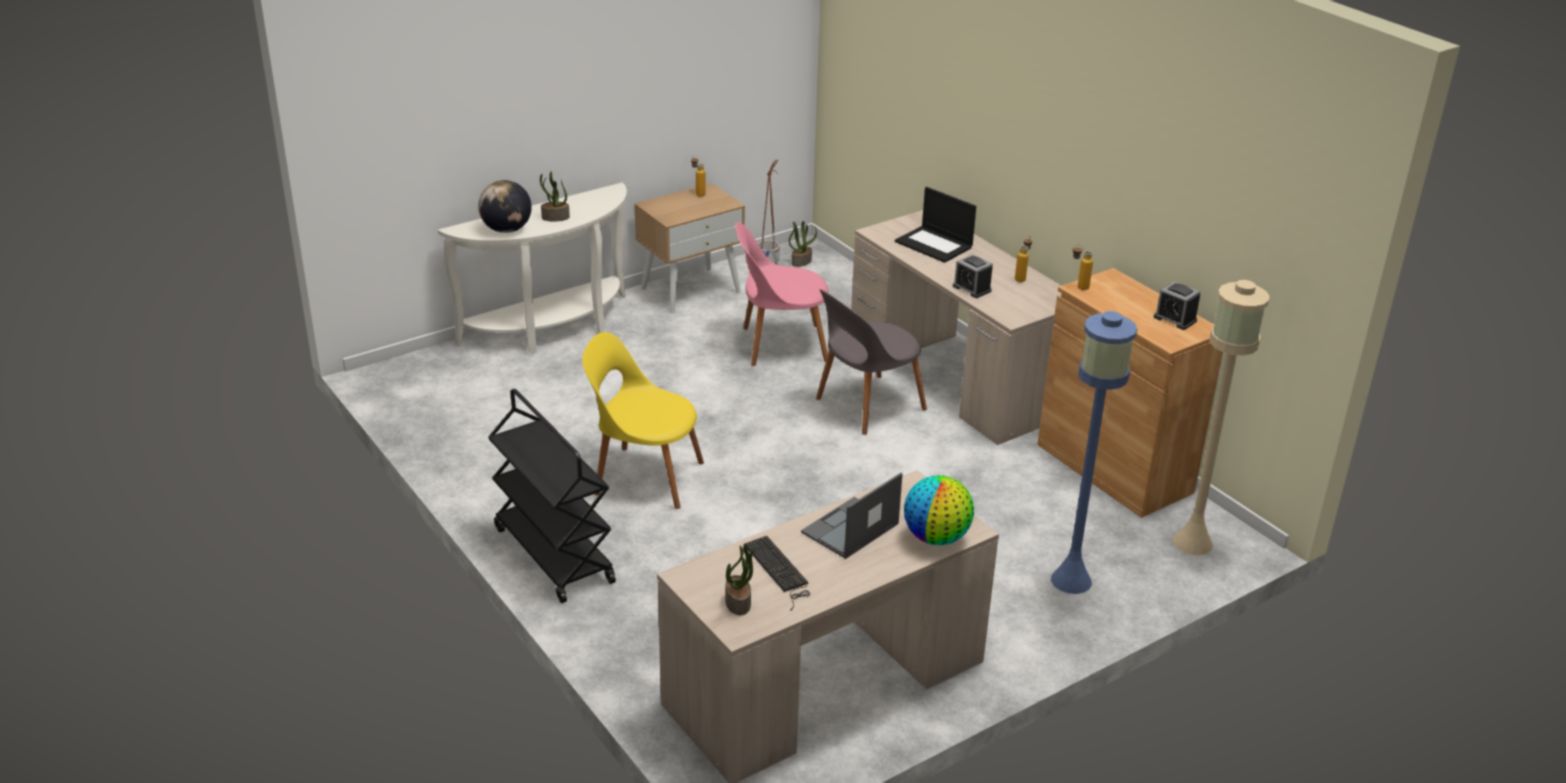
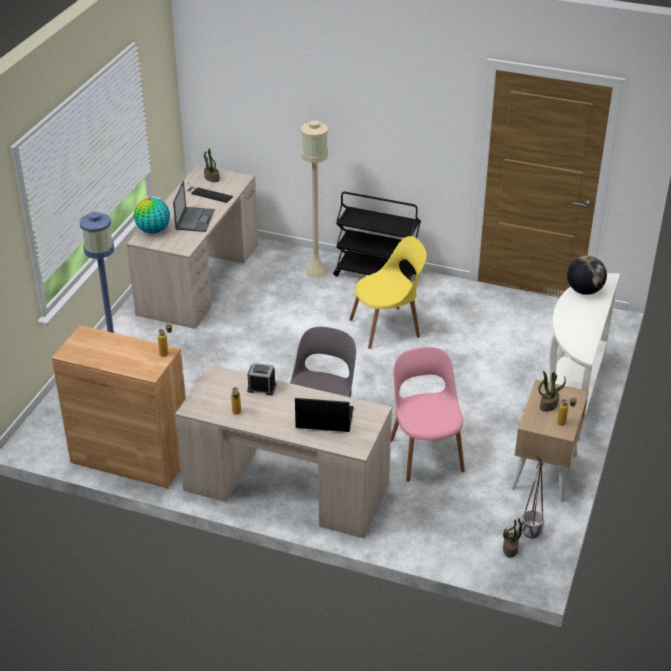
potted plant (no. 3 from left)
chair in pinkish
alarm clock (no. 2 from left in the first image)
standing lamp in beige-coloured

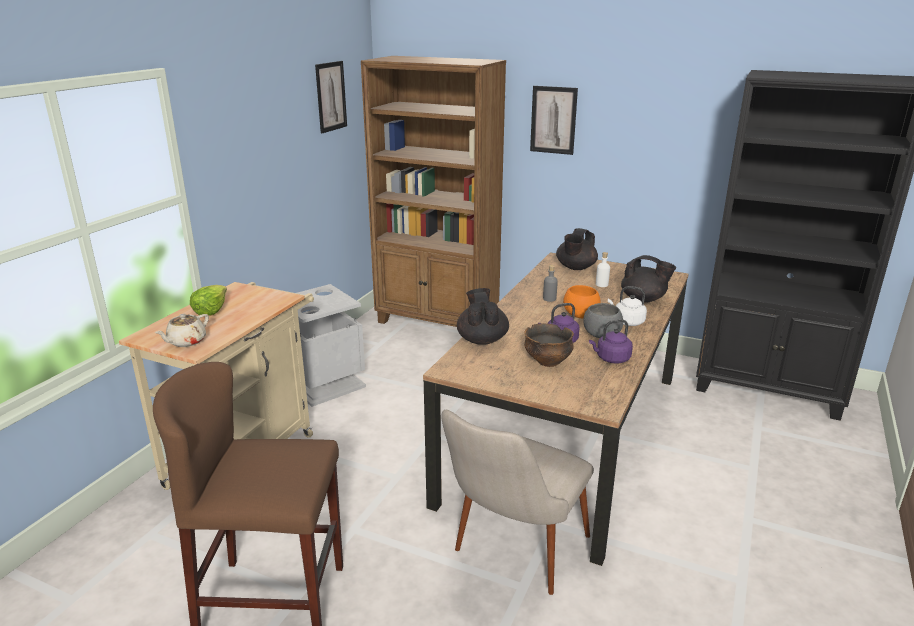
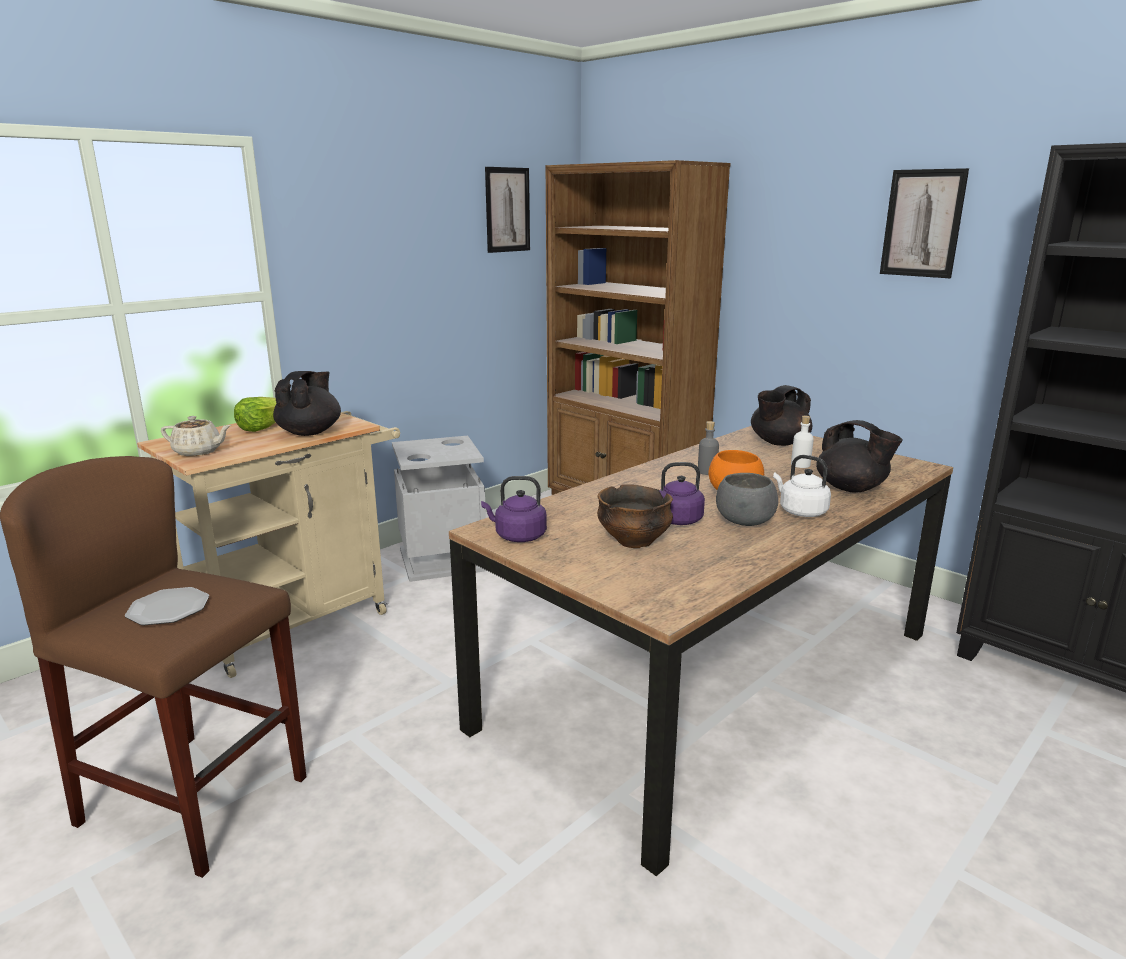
tea pot in beige-coloured
chair in beige-coloured
tea pot in black-coloured (no. 1 from left)
picture (no. 2 from left)
kettle in purple (no. 1 from left)
flat dish

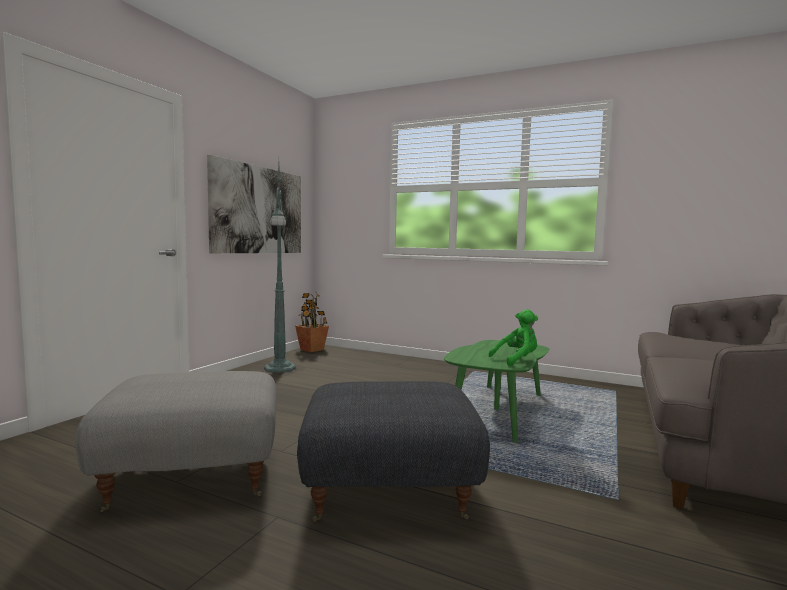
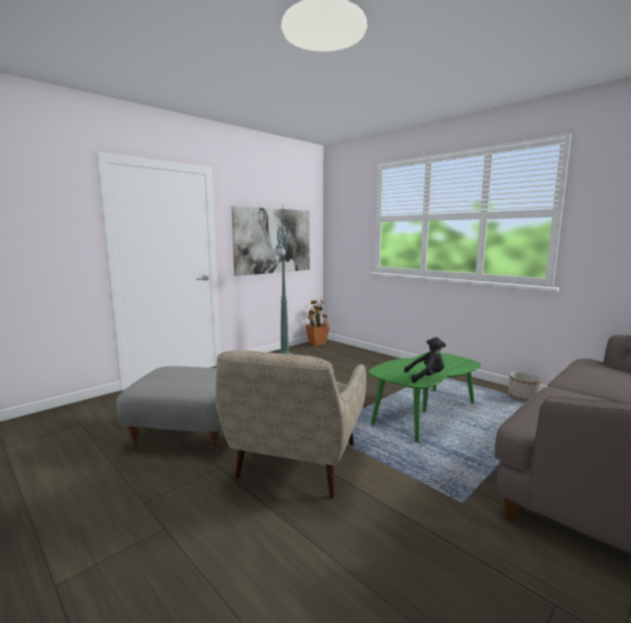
lounge chair in beige-coloured
plush toy in black-coloured
flower pot

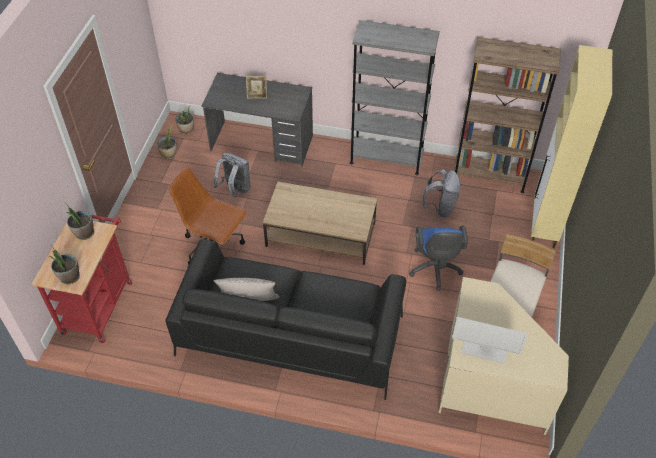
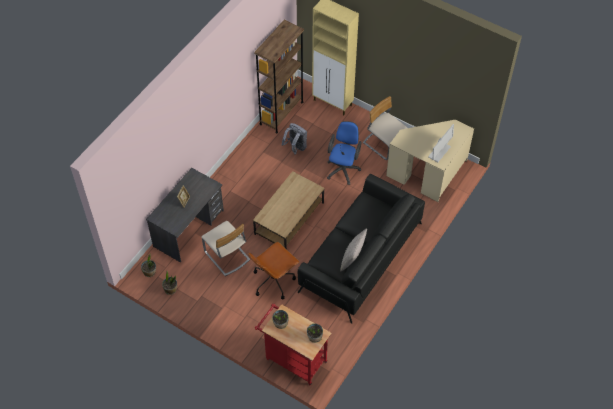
chair in beige-coloured (no. 1 from left)
bookshelf in grey
computer chair in blue

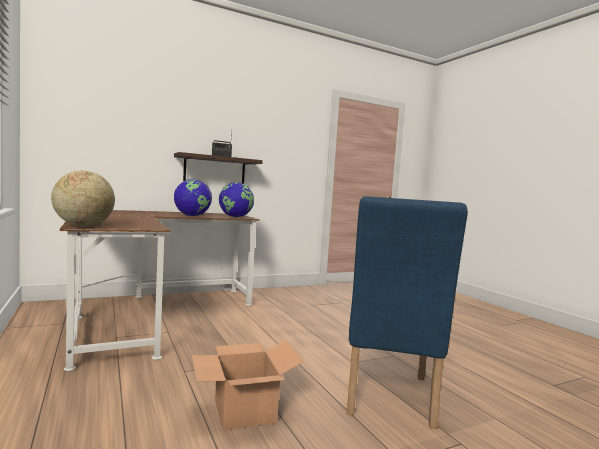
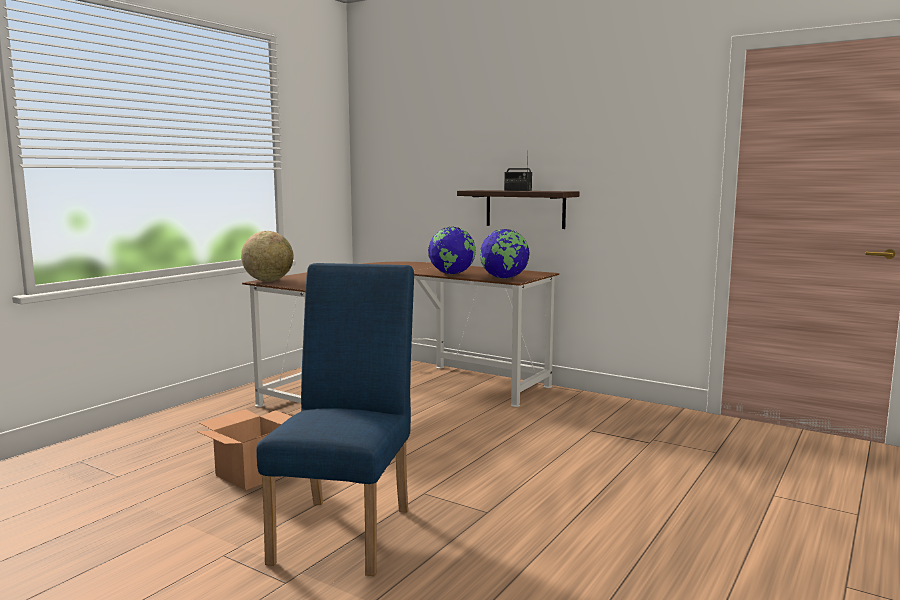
chair in blue

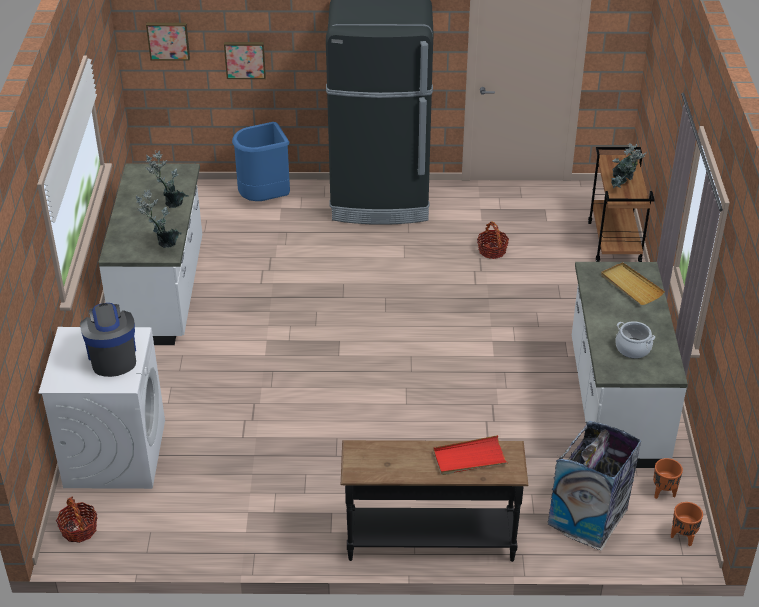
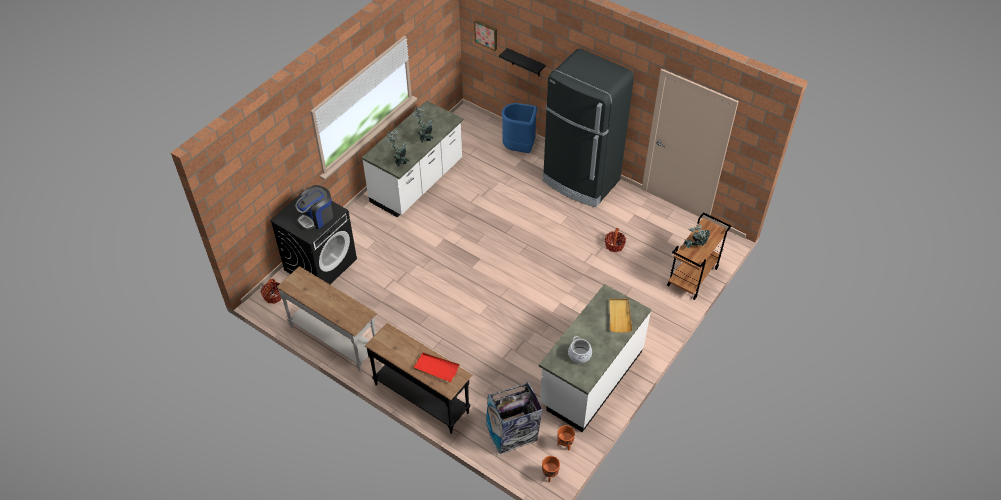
laundry machine in black-coloured
coffee maker
wall shelf in black-coloured
console table in whitish

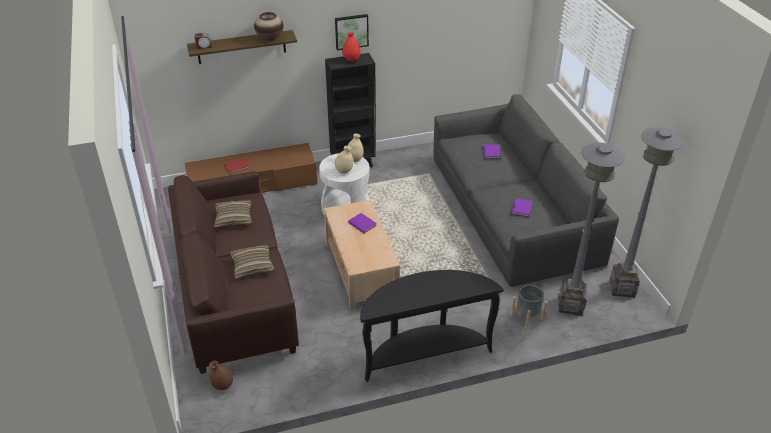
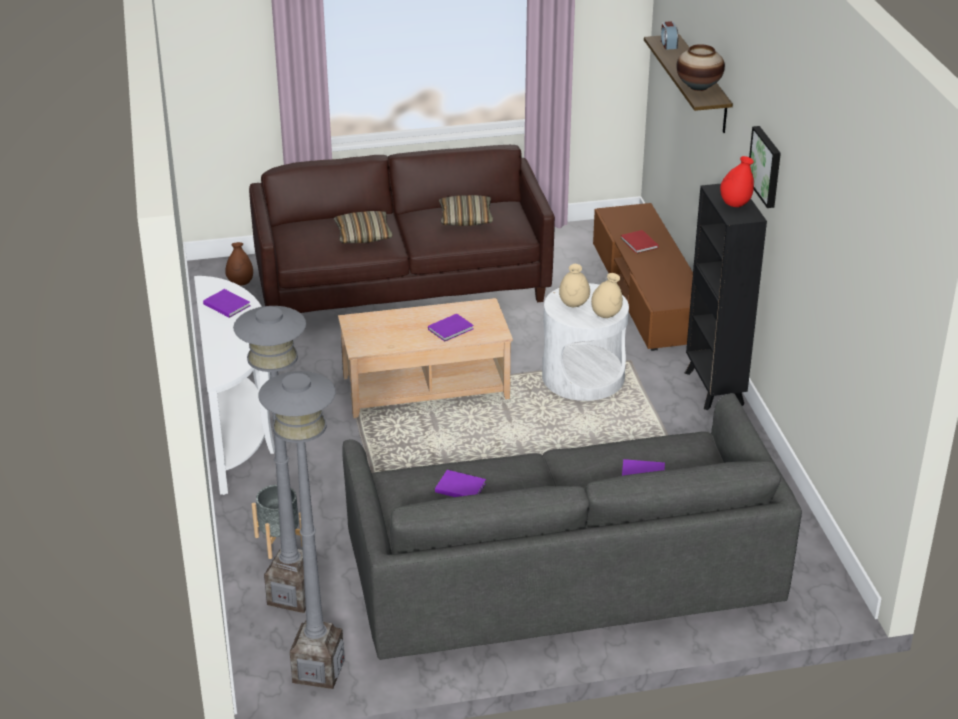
console table in whitish
book in purple (no. 1 from left)

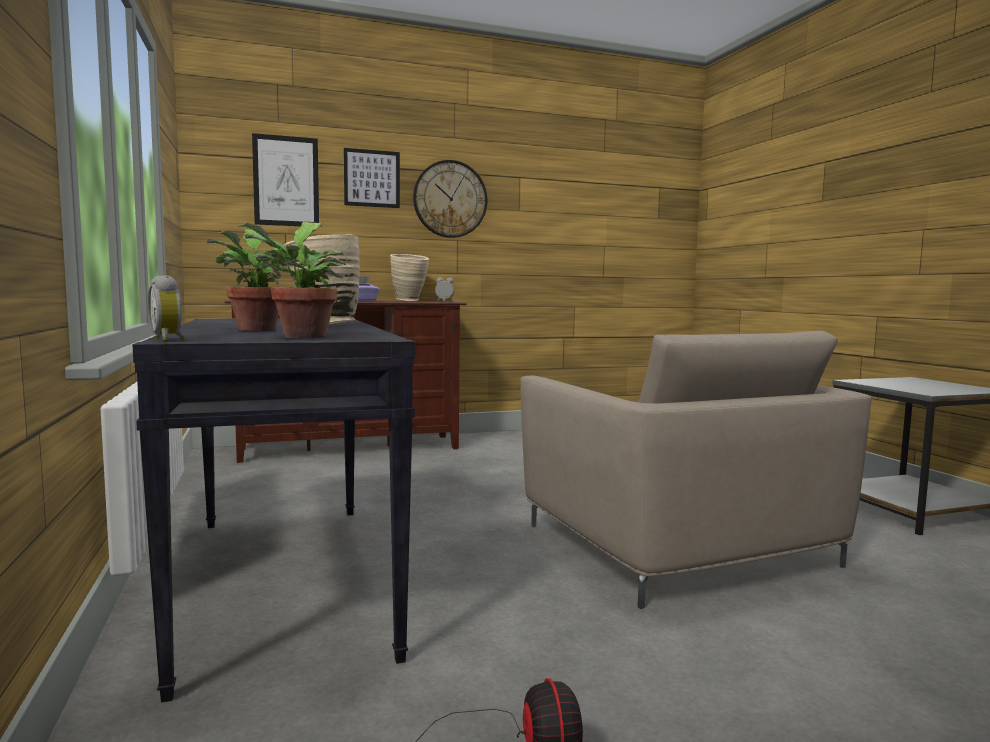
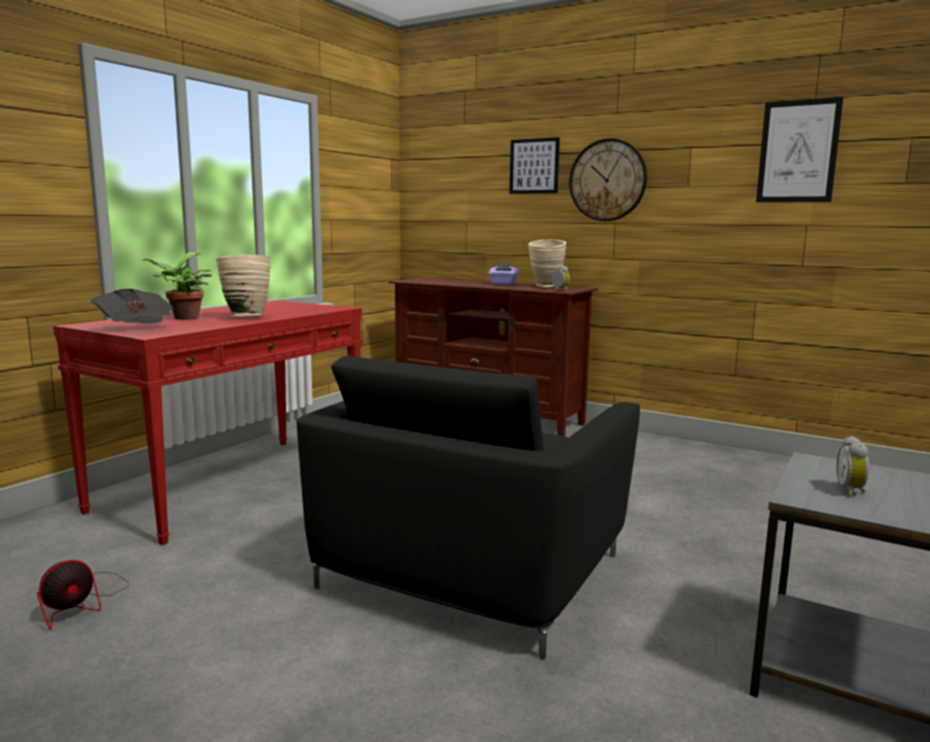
console table in red-coloured
alarm clock (no. 2 from left)
newspaper
picture (no. 2 from left)
lounge chair in black-coloured

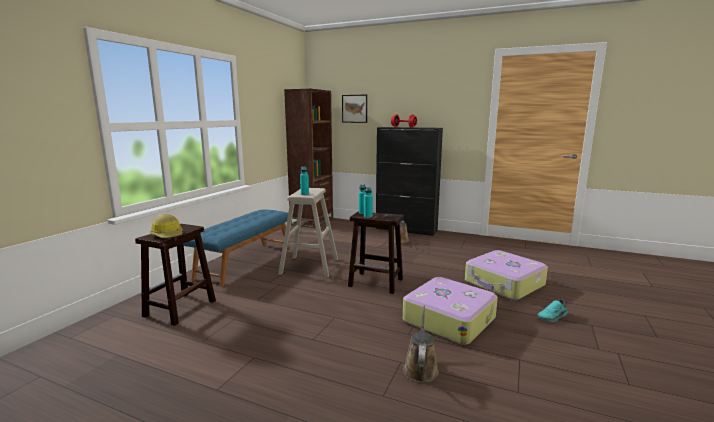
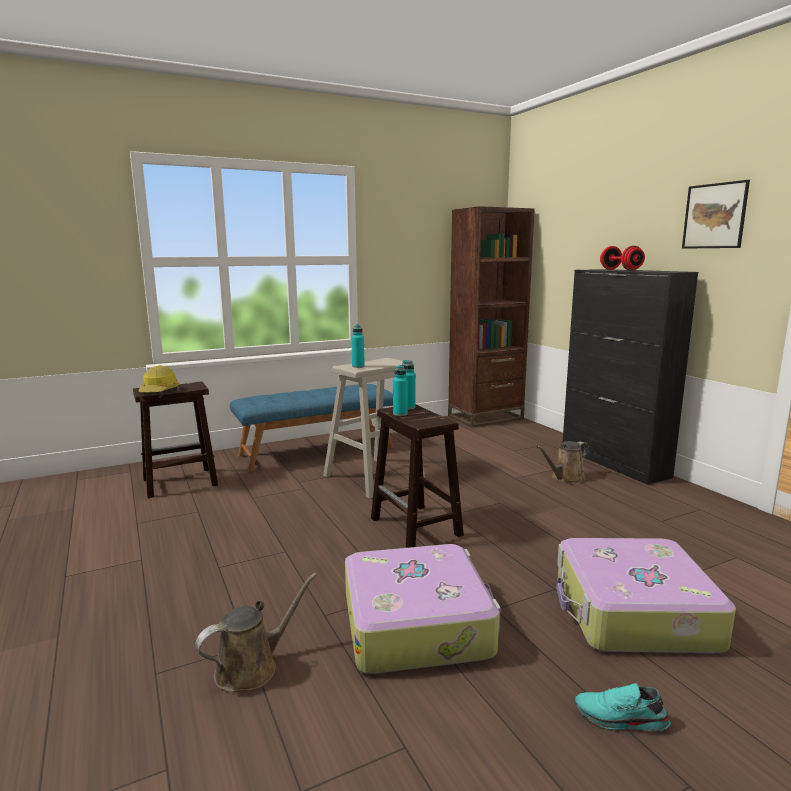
picture

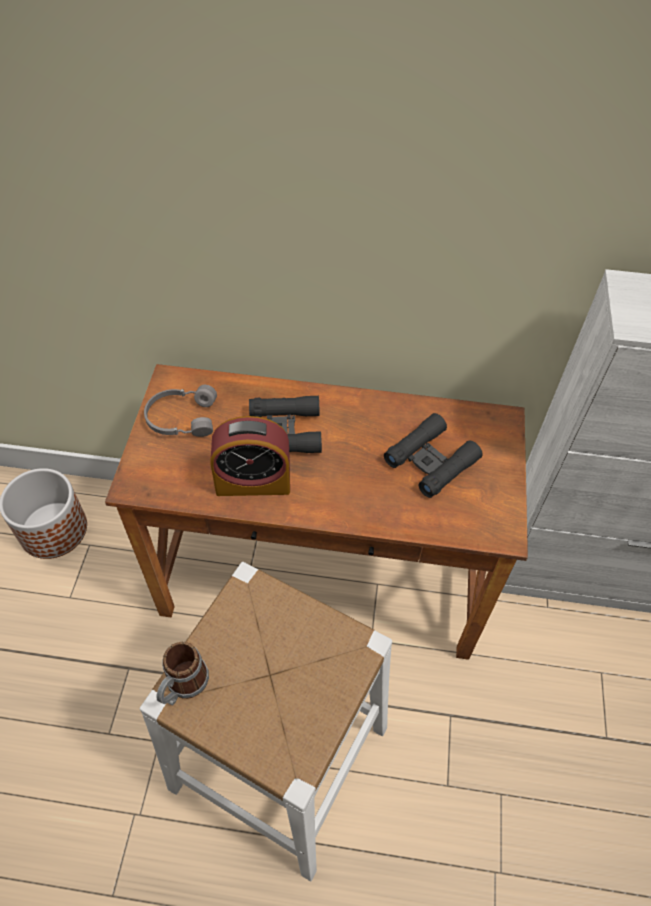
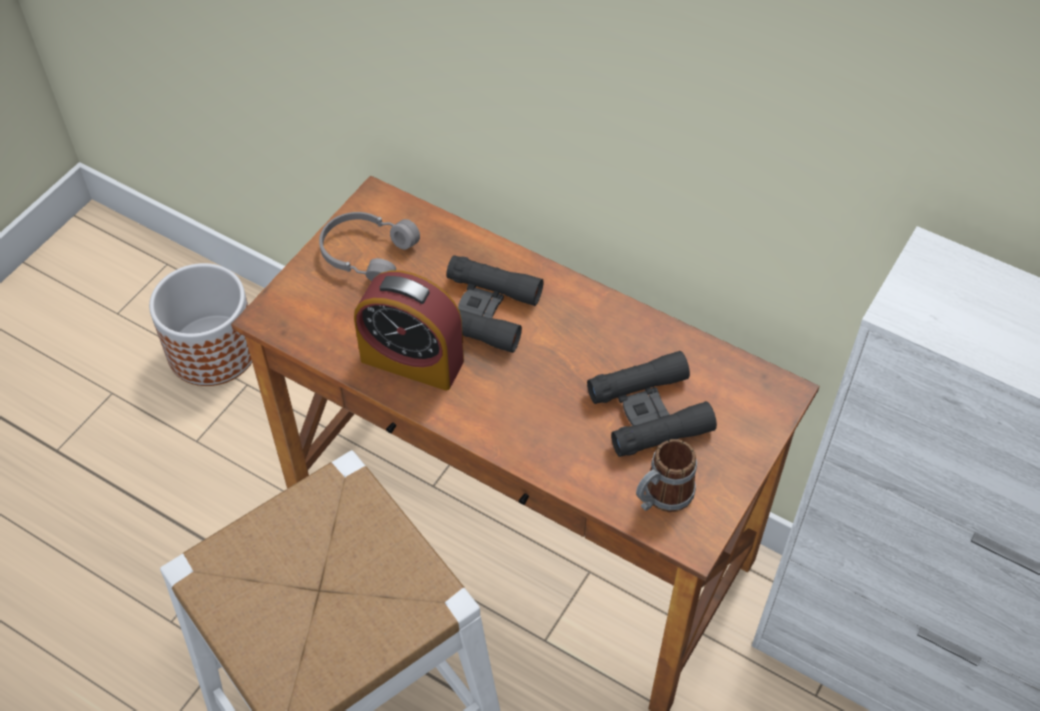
tea mug

